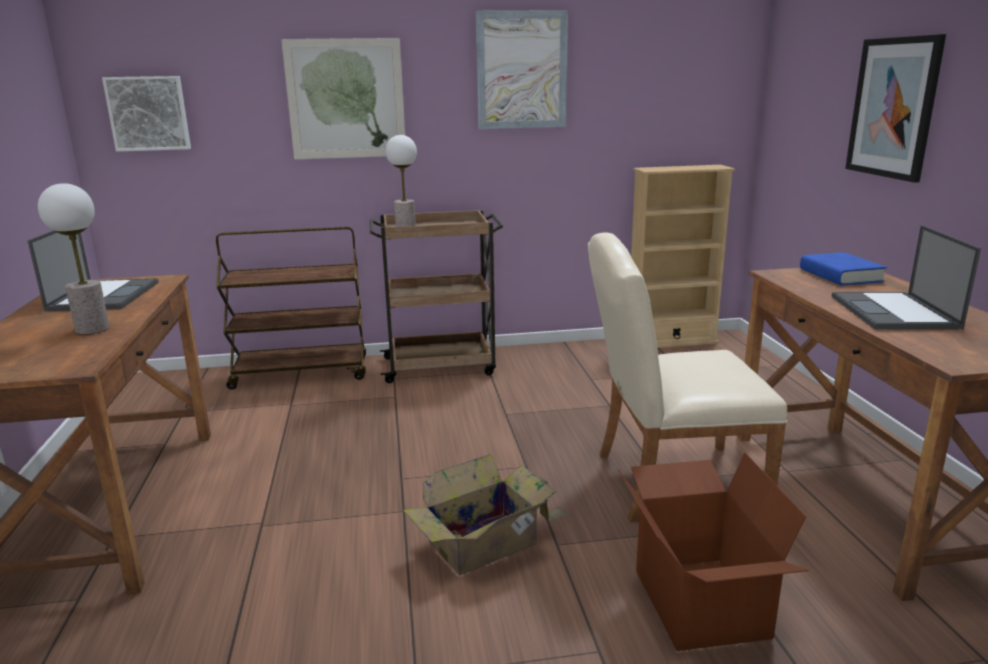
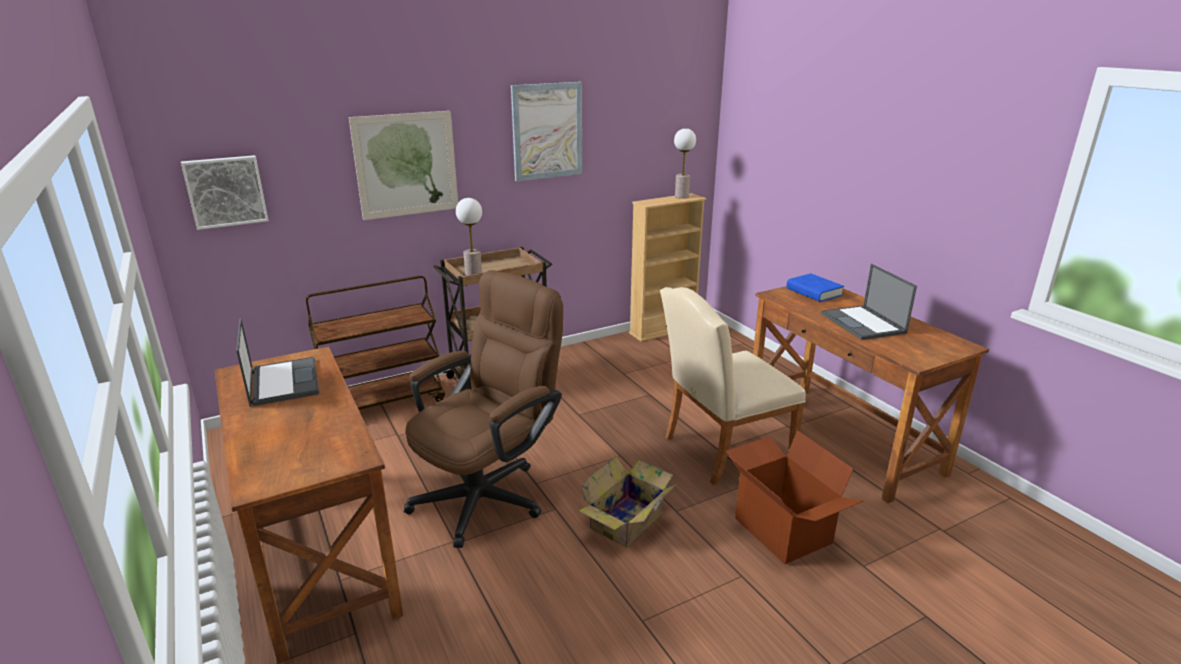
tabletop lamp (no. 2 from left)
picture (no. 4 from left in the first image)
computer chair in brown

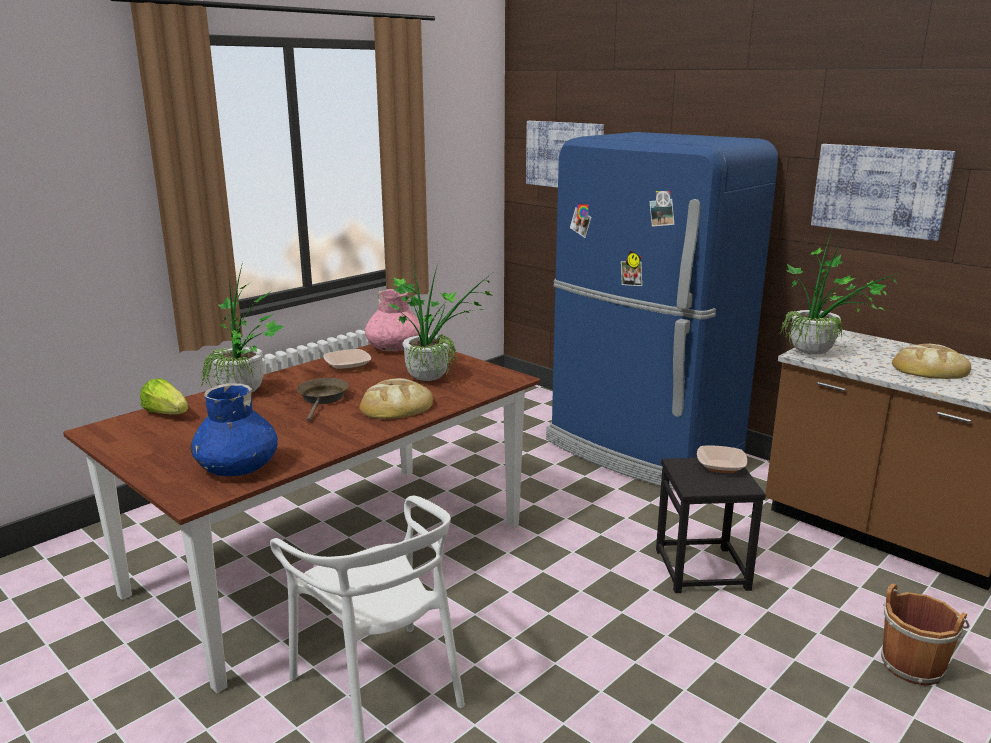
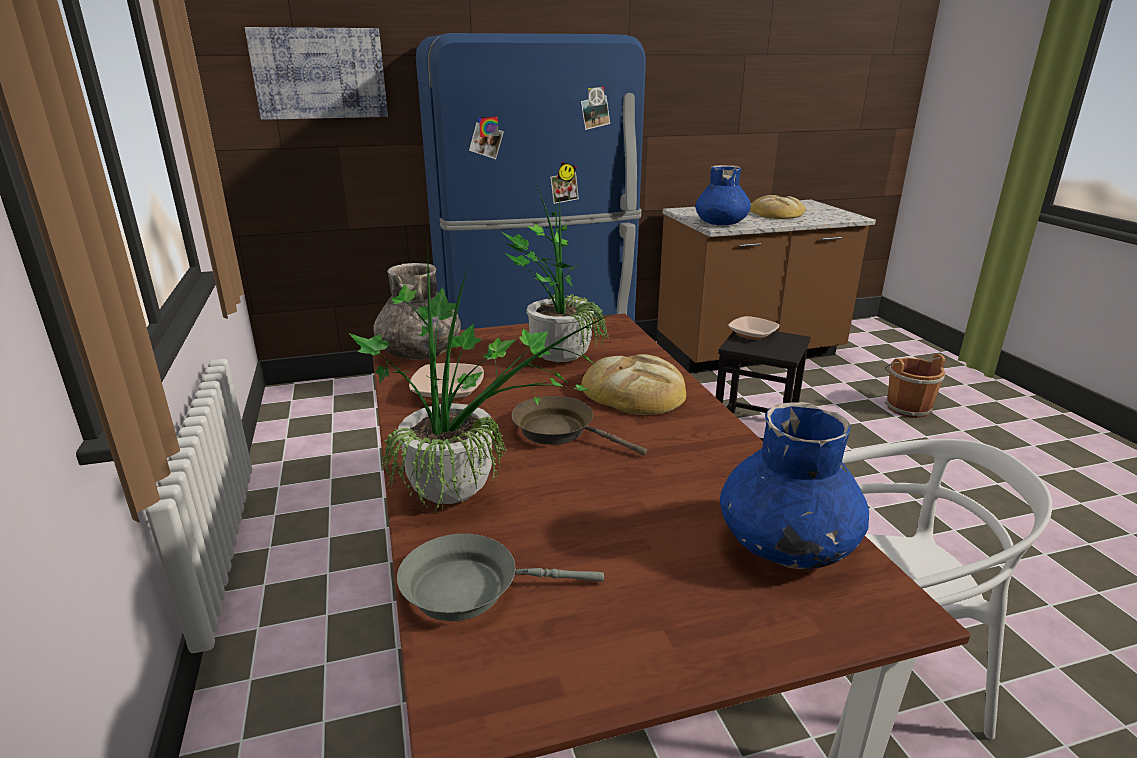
skillet in grey
flower vase in grey
flower vase in blue (no. 1 from left)
picture (no. 2 from left in the first image)

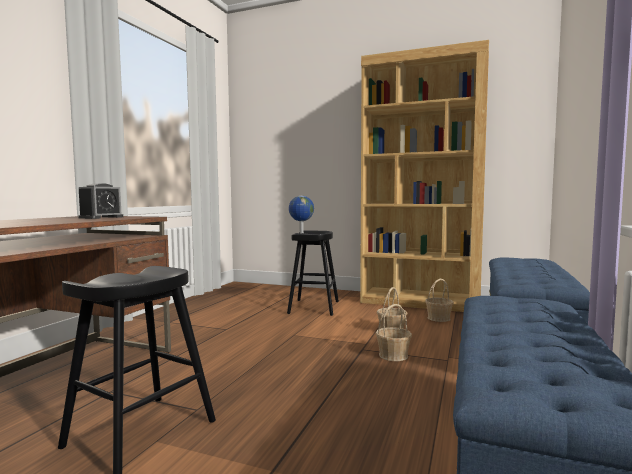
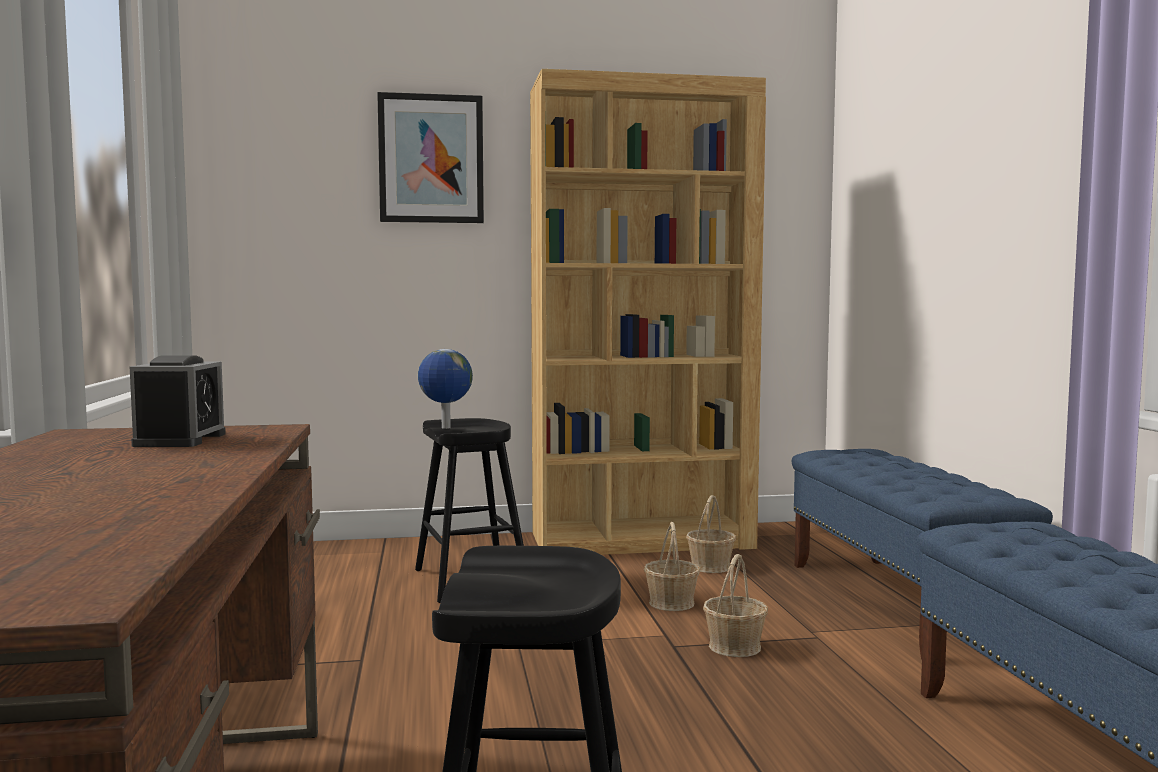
picture

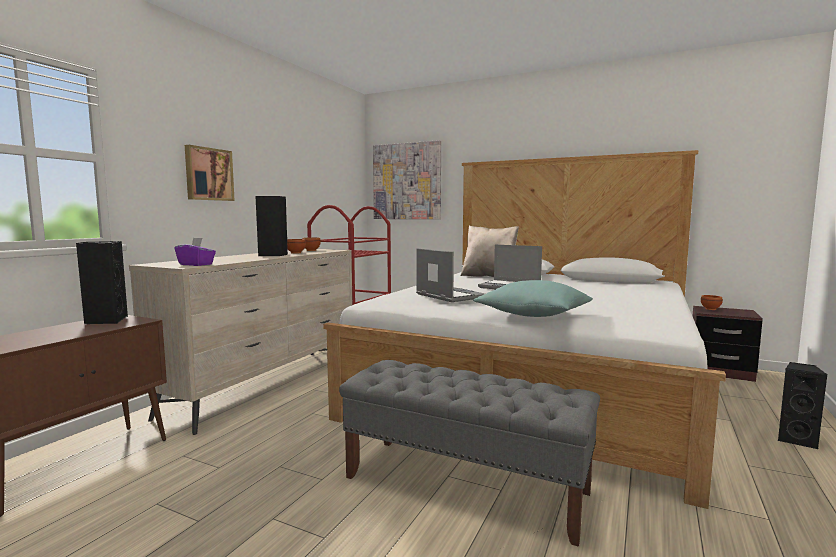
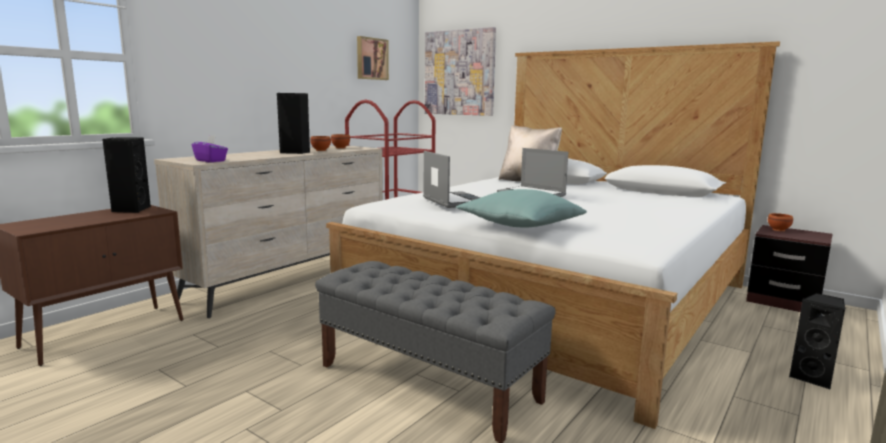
picture (no. 1 from left)

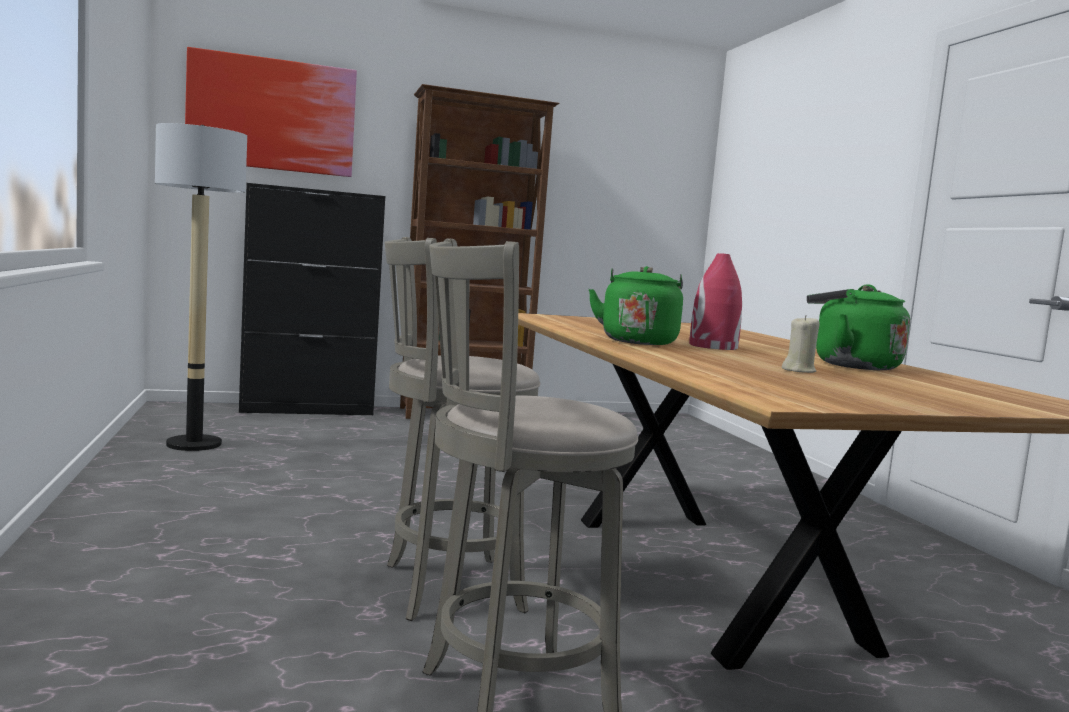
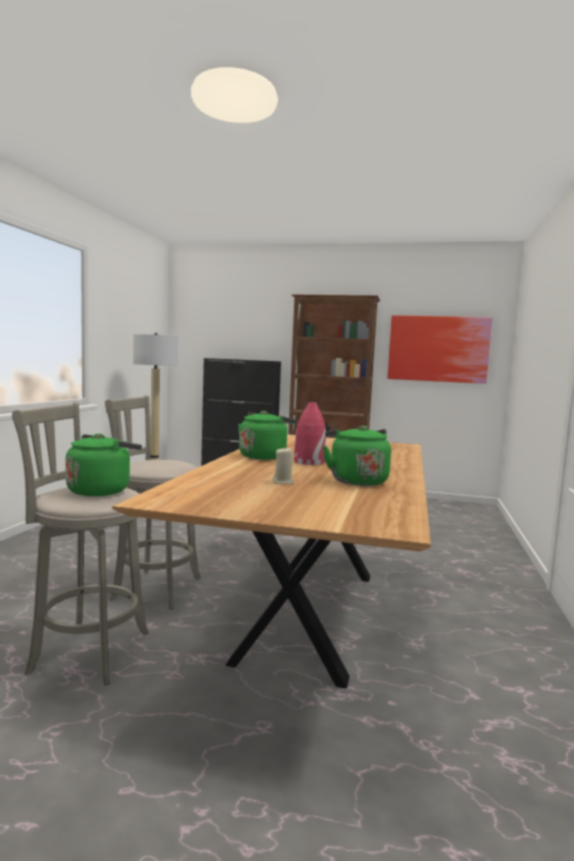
picture
kettle in greenish (no. 1 from left)

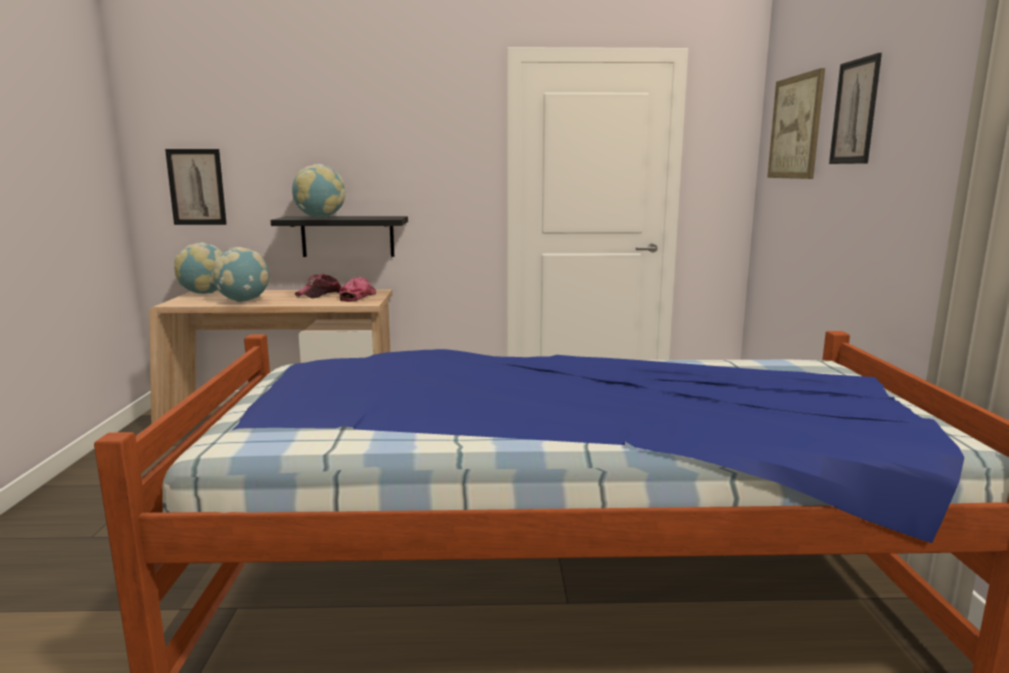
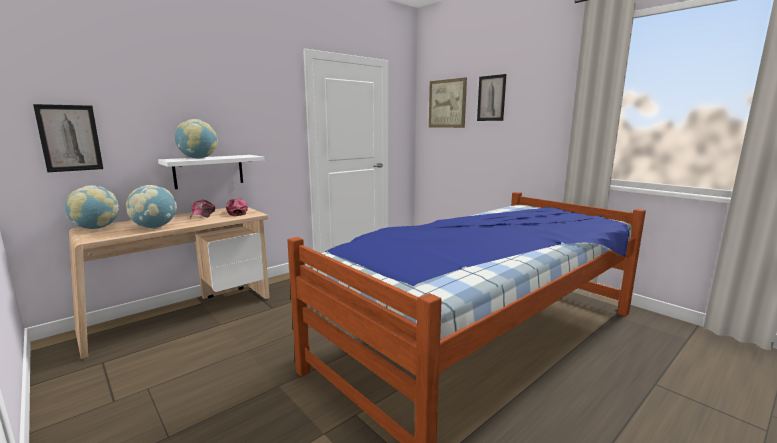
wall shelf in whitish

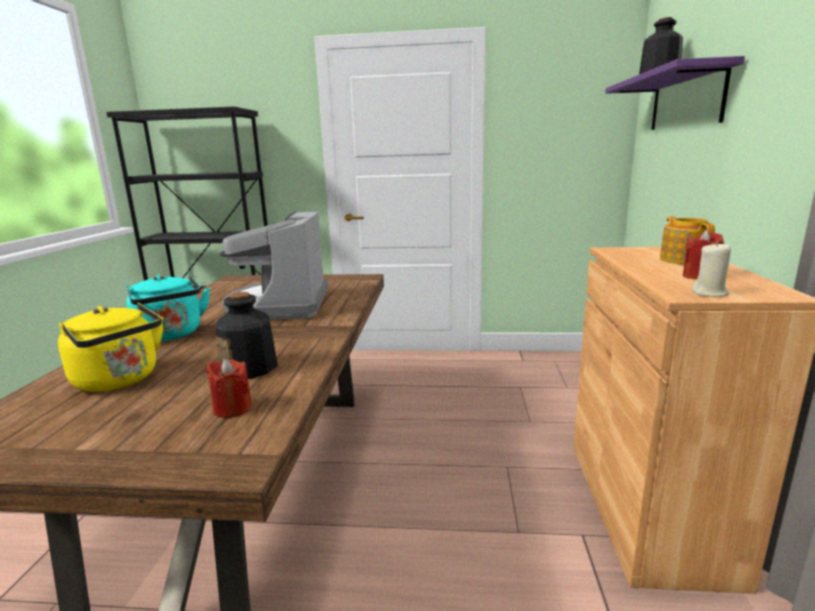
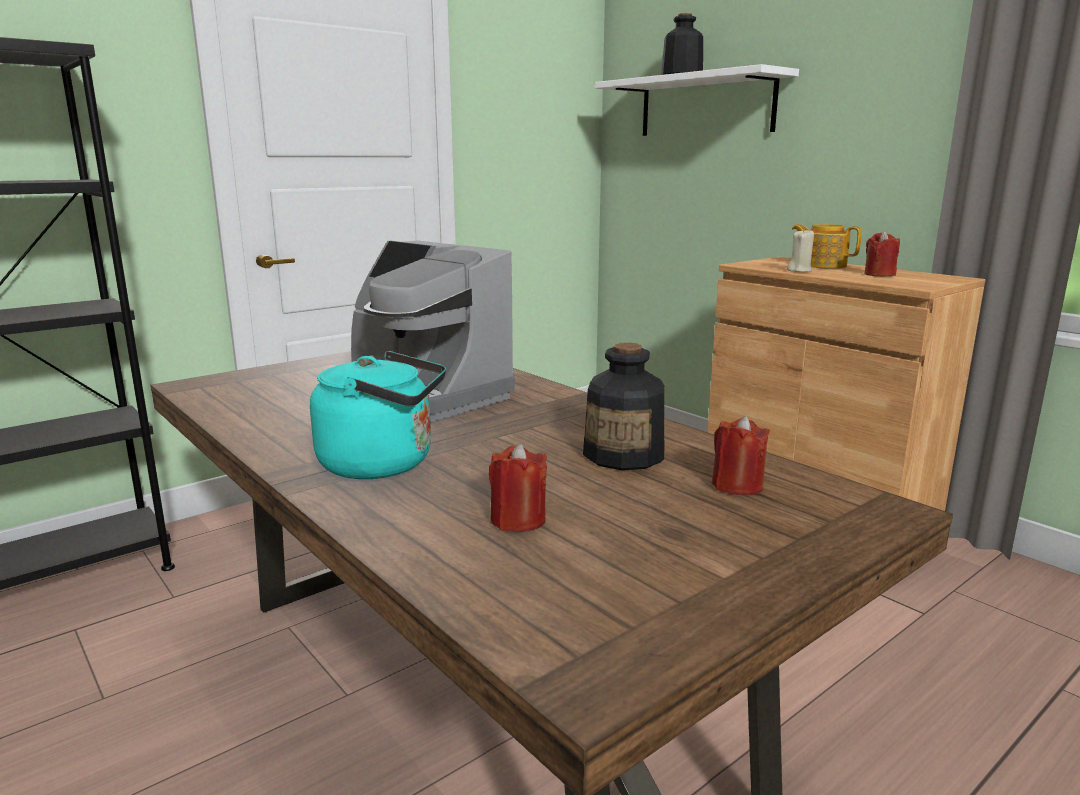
wax light in red-coloured (no. 1 from left)
wall shelf in whitish
wax light in beige-coloured

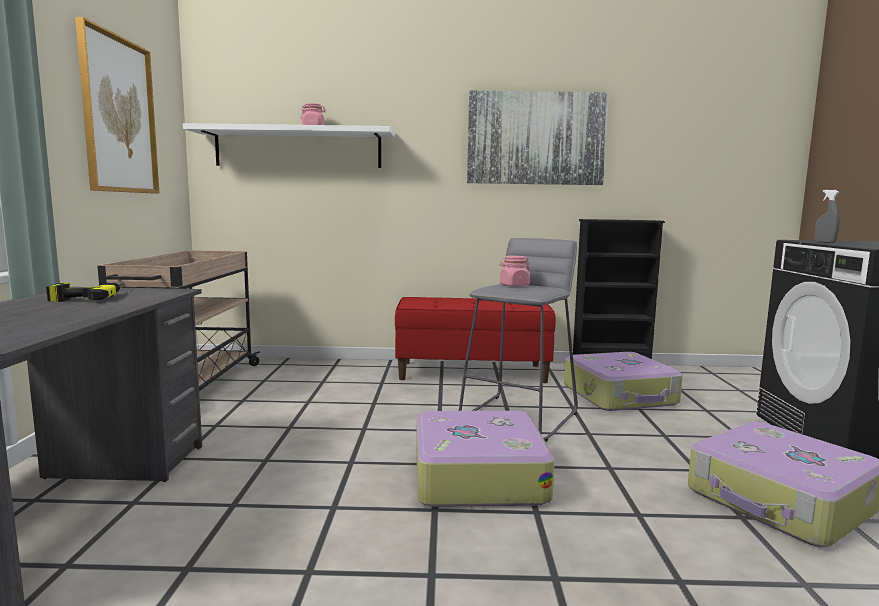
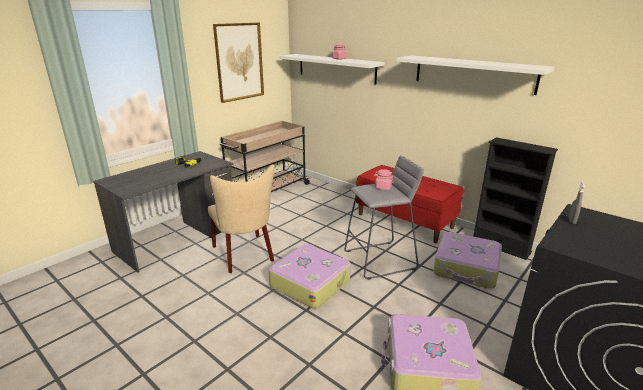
wall shelf in whitish (no. 2 from left)
chair in beige-coloured

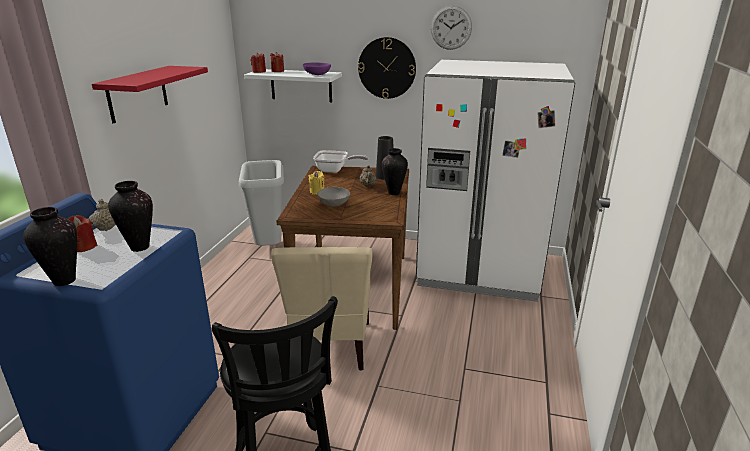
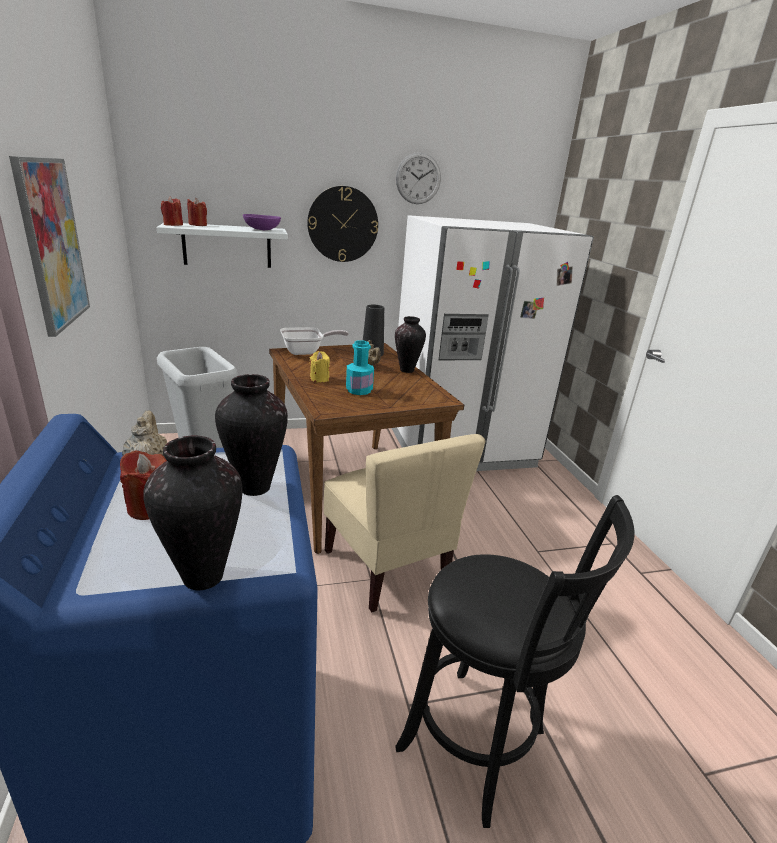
picture
beverage bottle in blue-green

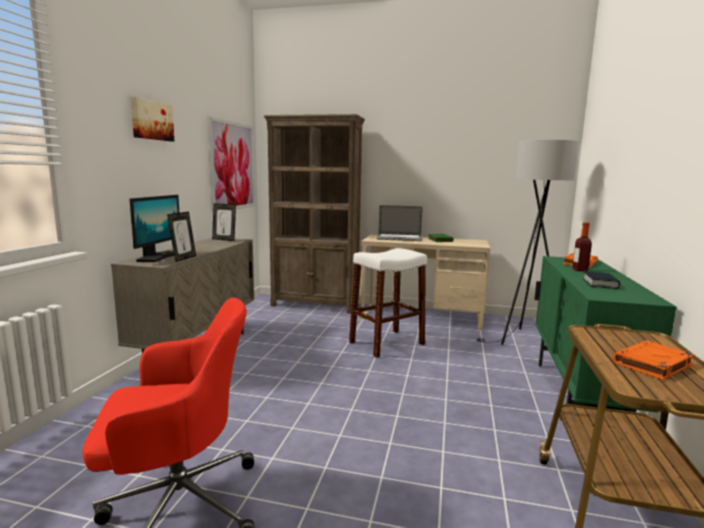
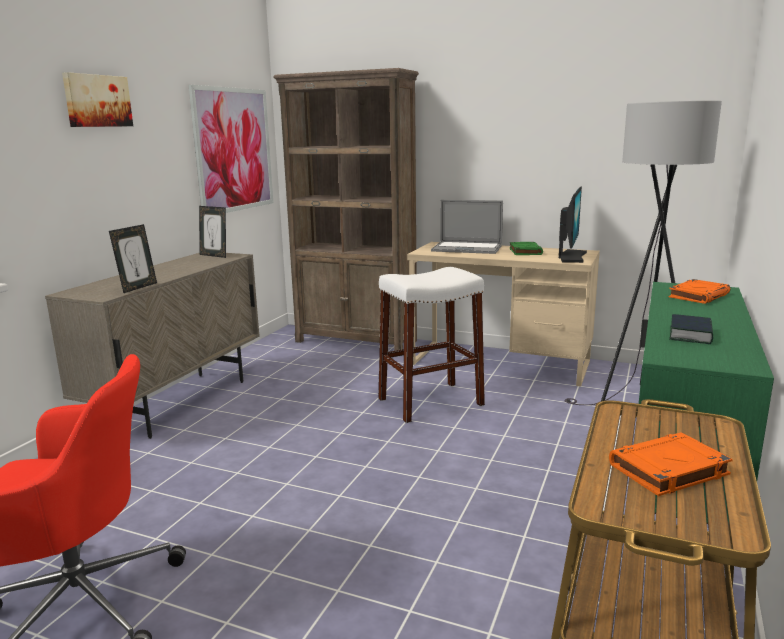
monitor
beverage bottle

